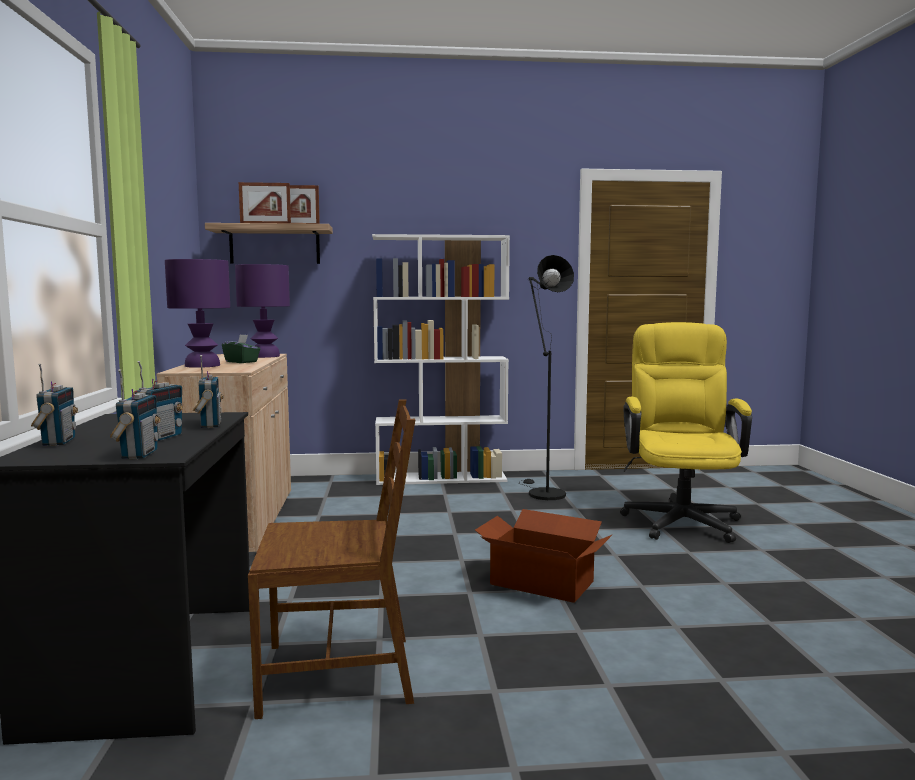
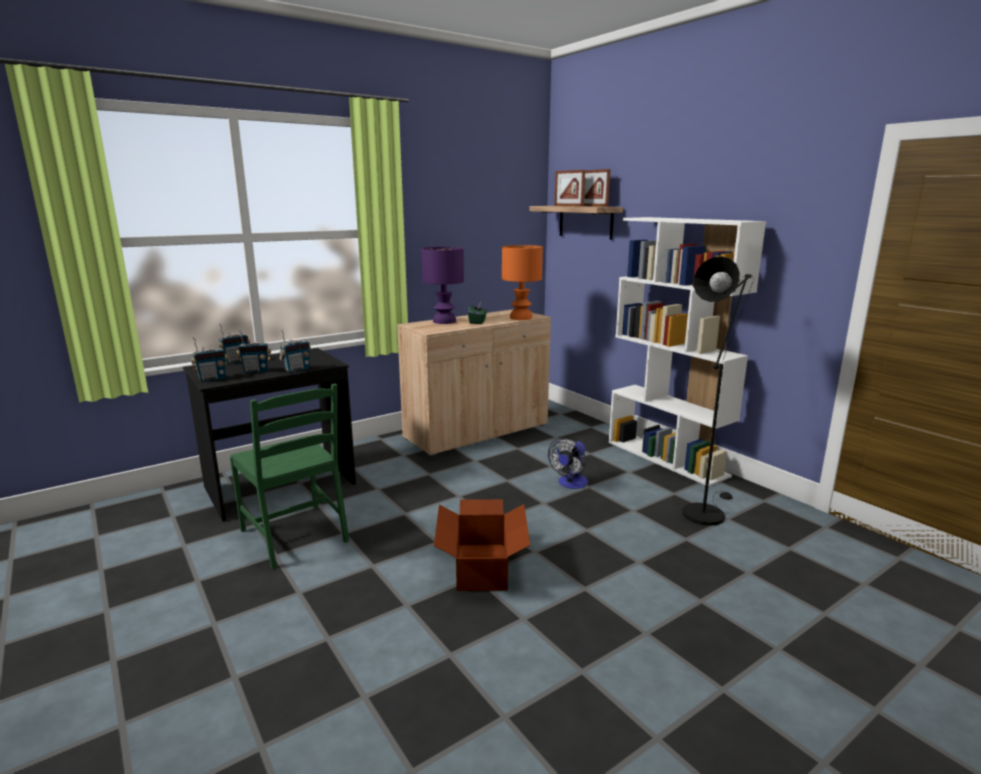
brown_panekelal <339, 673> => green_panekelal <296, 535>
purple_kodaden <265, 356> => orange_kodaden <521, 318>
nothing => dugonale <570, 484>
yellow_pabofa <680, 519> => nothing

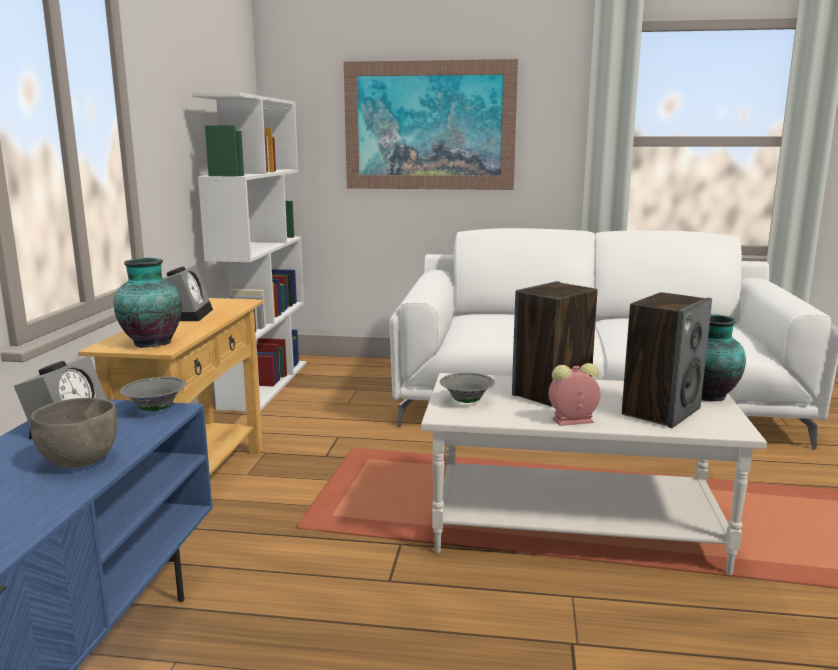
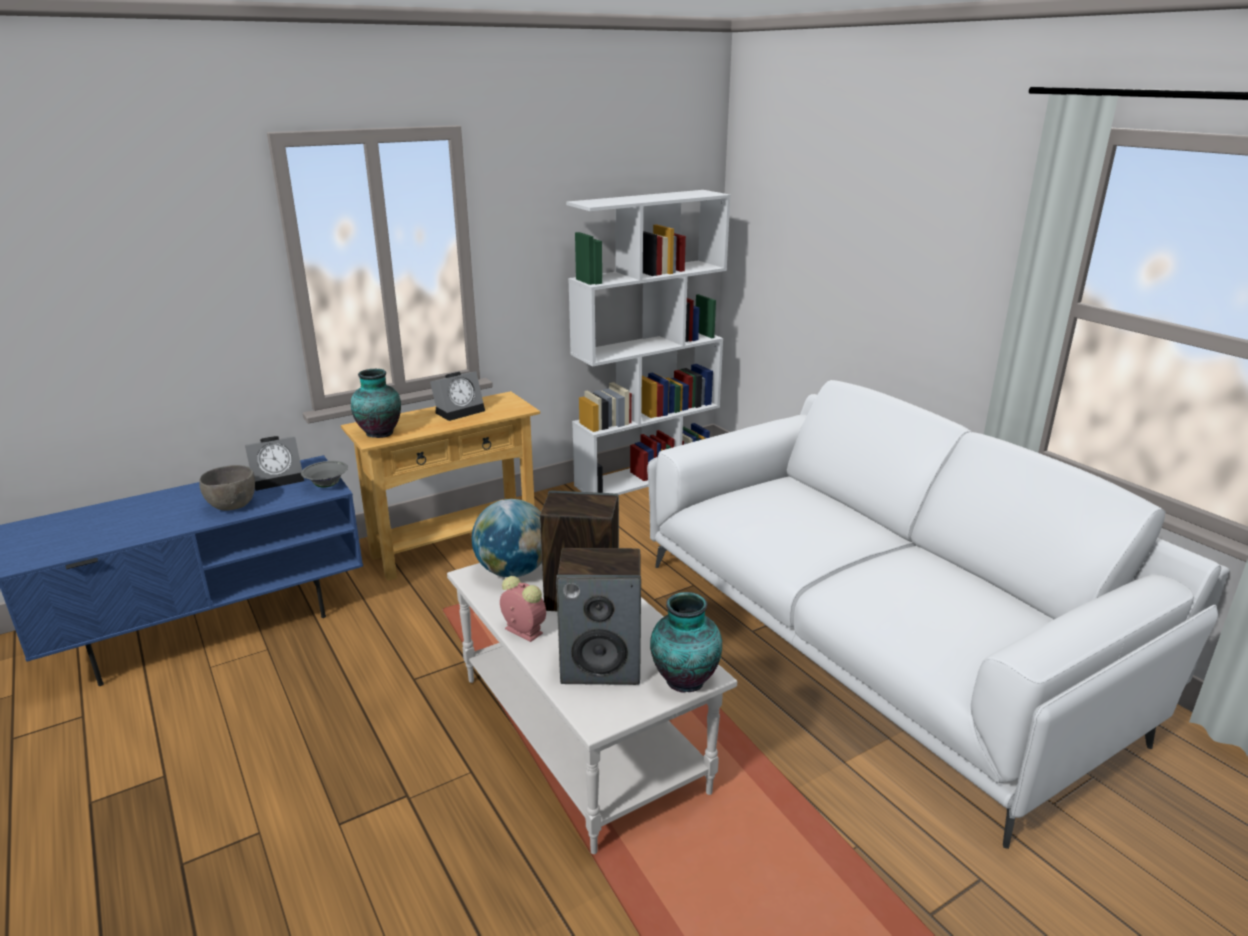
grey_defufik <467, 401> => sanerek <513, 571>
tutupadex <429, 126> => nothing

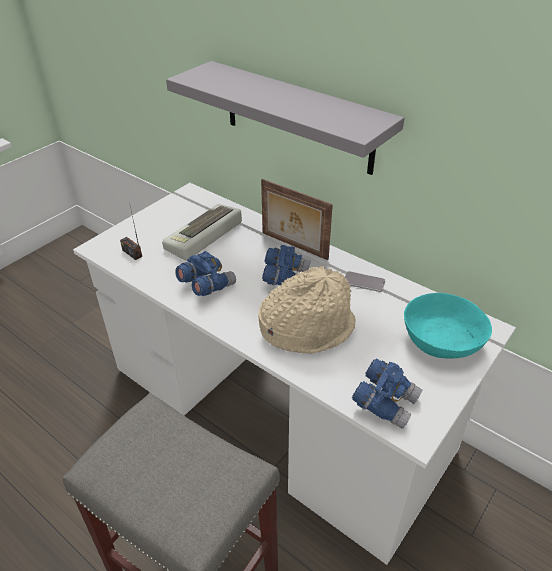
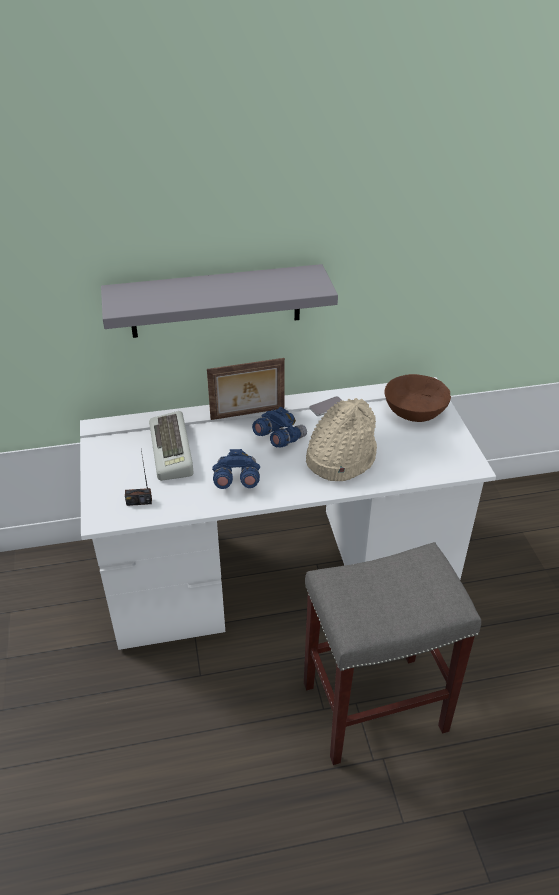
turquoise_defufik <441, 339> => brown_defufik <415, 409>
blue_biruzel <385, 402> => nothing

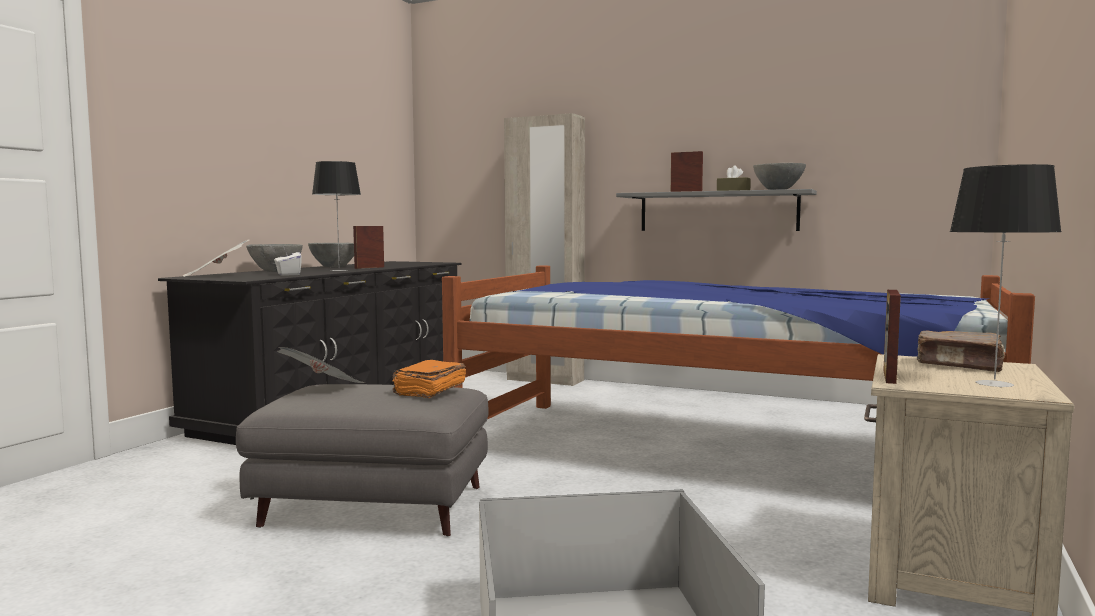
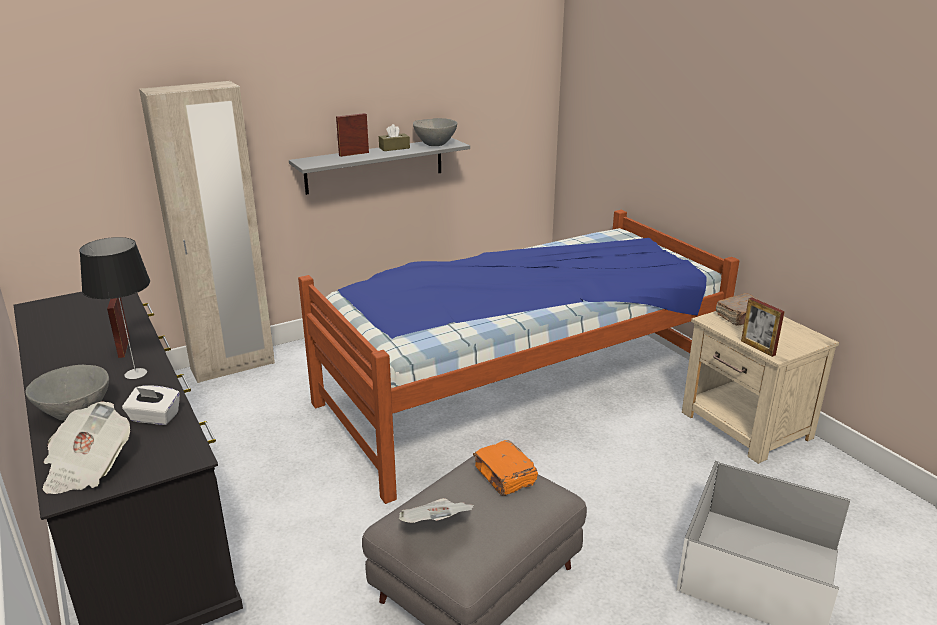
grey_defufik <334, 267> => nothing
kodaden <992, 383> => nothing

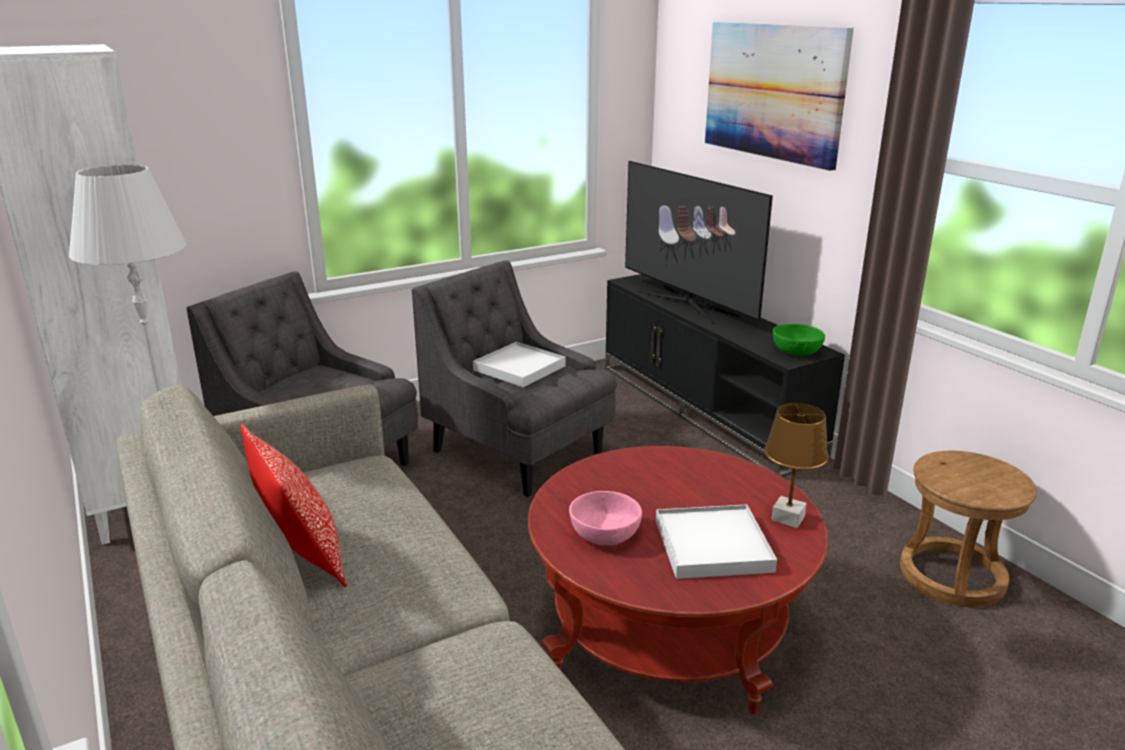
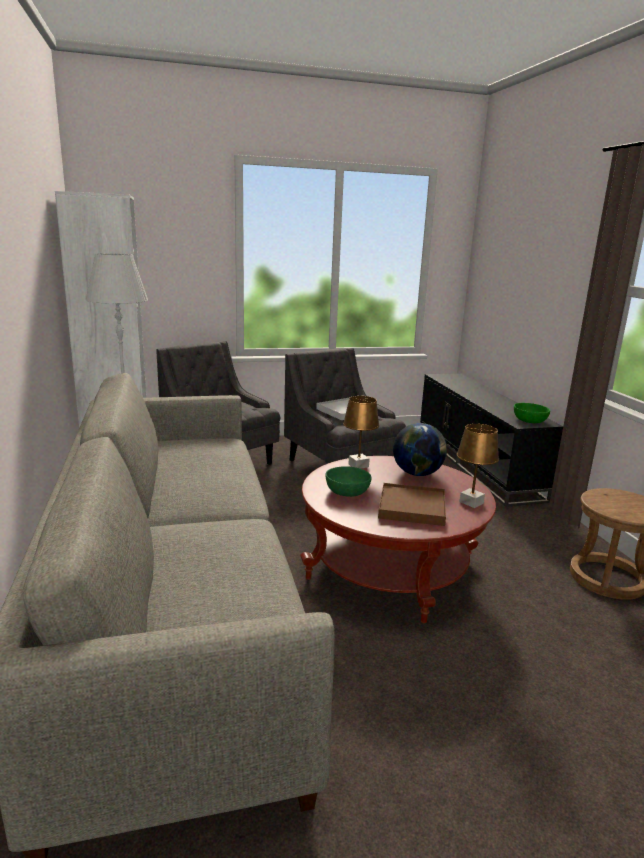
pink_defufik <604, 533> => green_defufik <347, 491>
nothing => brown_kodaden <358, 465>
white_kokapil <712, 545> => brown_kokapil <411, 507>
nothing => sanerek <417, 473>
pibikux <302, 557> => nothing
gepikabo <687, 303> => nothing
tutupadex <773, 91> => nothing

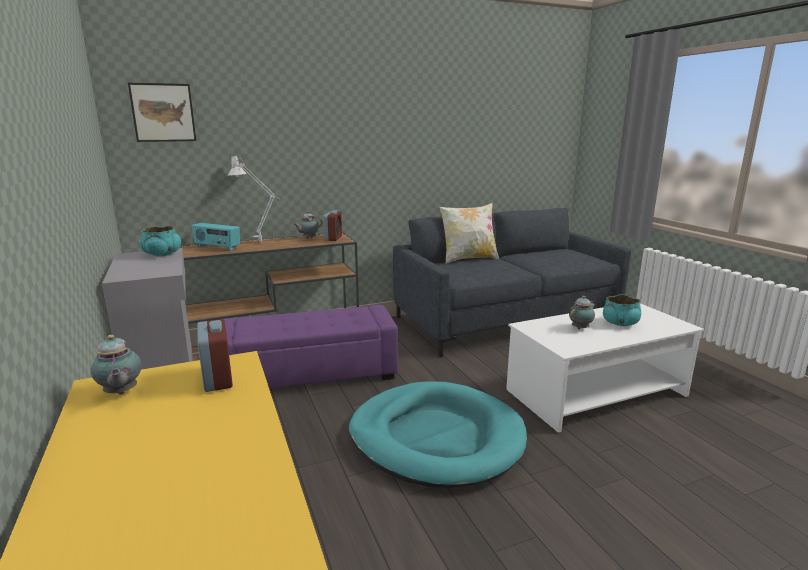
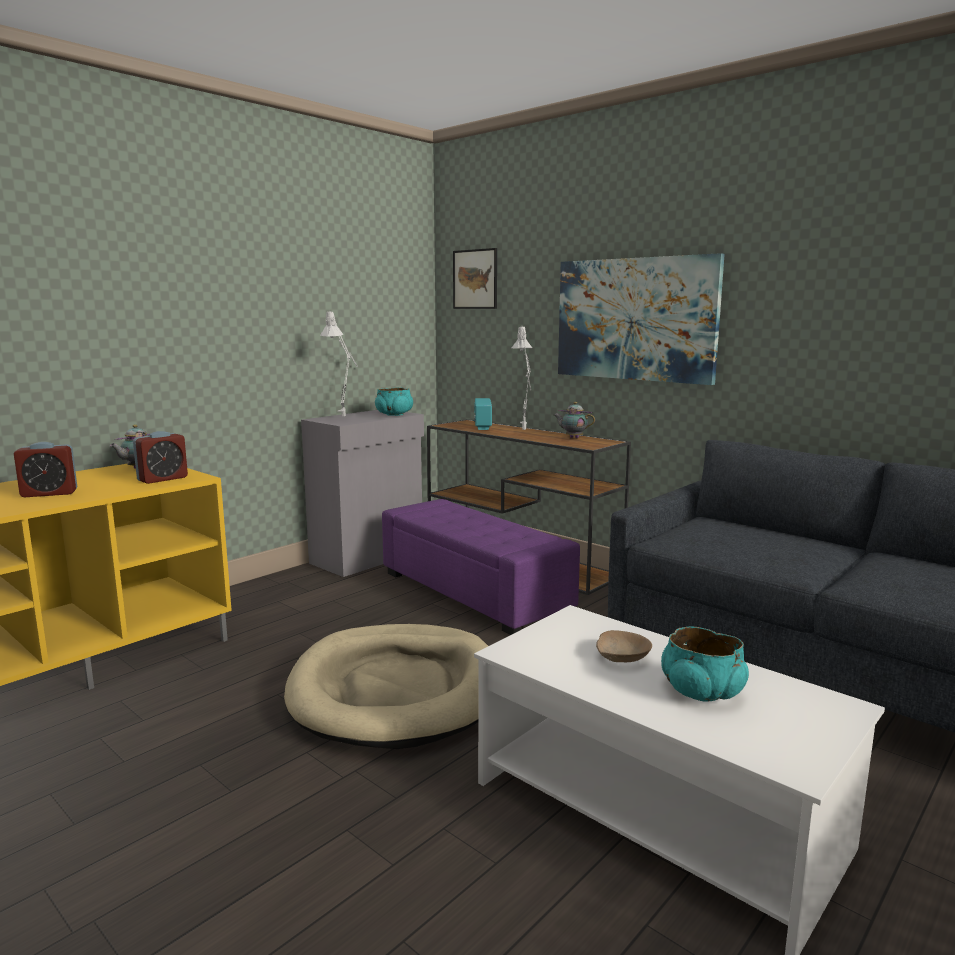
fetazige <333, 238> => fetazige <49, 493>, move
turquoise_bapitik <436, 438> => beige_bapitik <396, 690>
nothing => grey_kodaden <345, 417>
nothing => tutupadex <635, 319>
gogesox <581, 328> => beige_defufik <622, 657>
pibikux <468, 259> => nothing

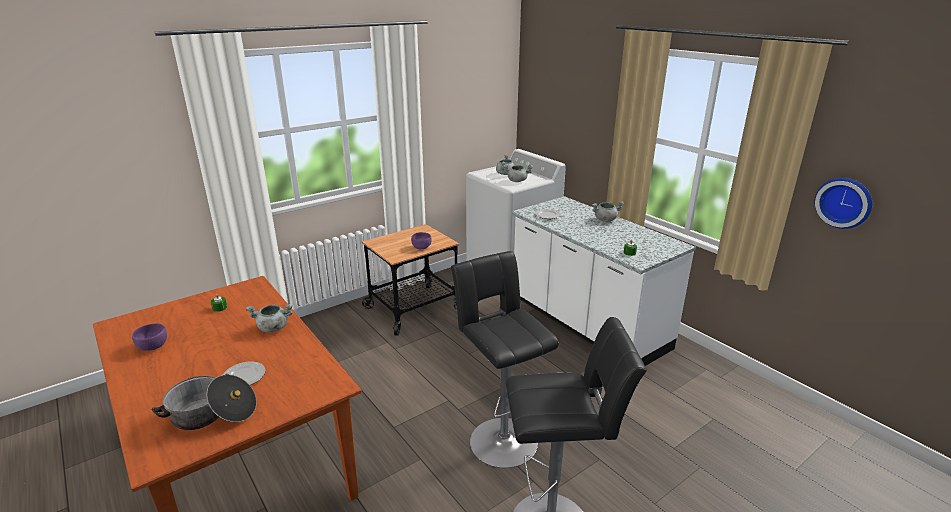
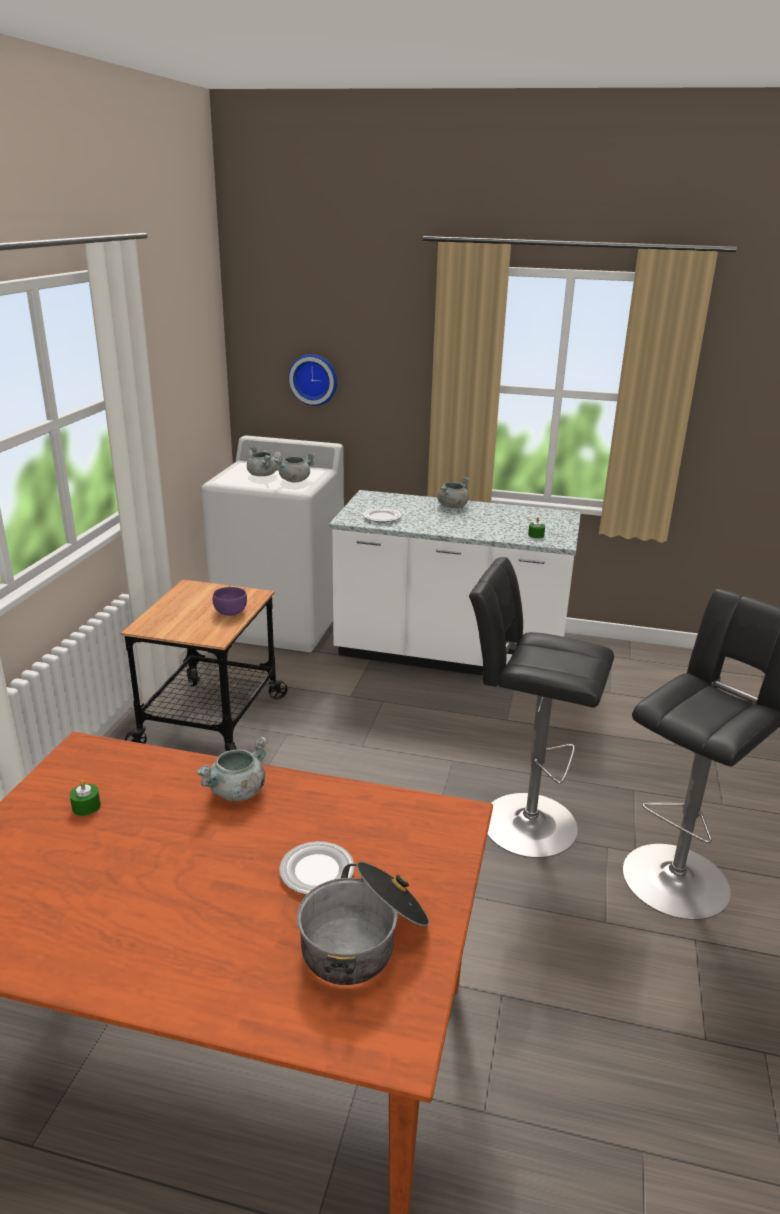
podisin <844, 202> => podisin <314, 379>, move
purple_defufik <153, 346> => nothing

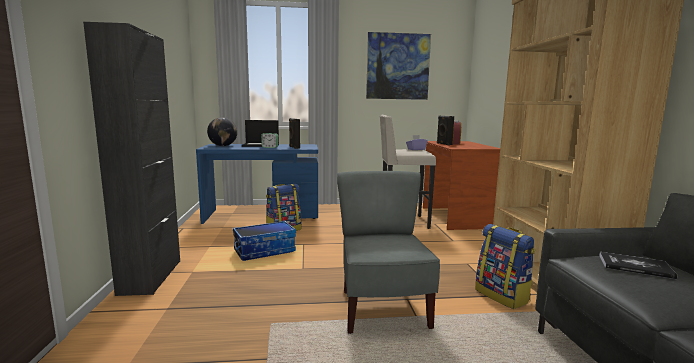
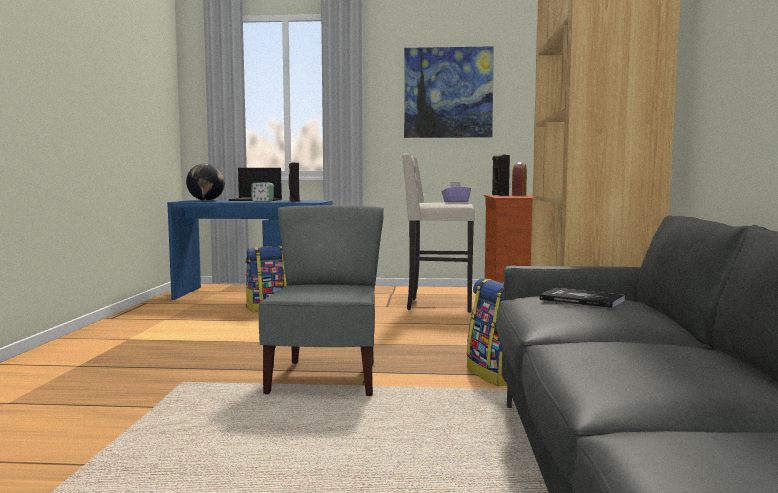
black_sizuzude <150, 277> => nothing
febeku <265, 251> => nothing

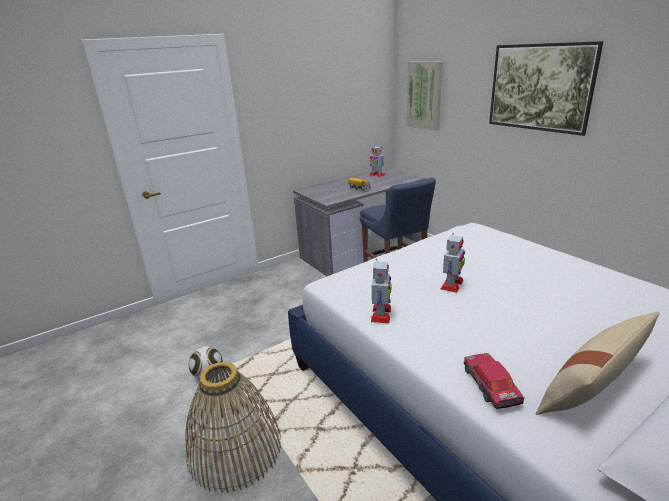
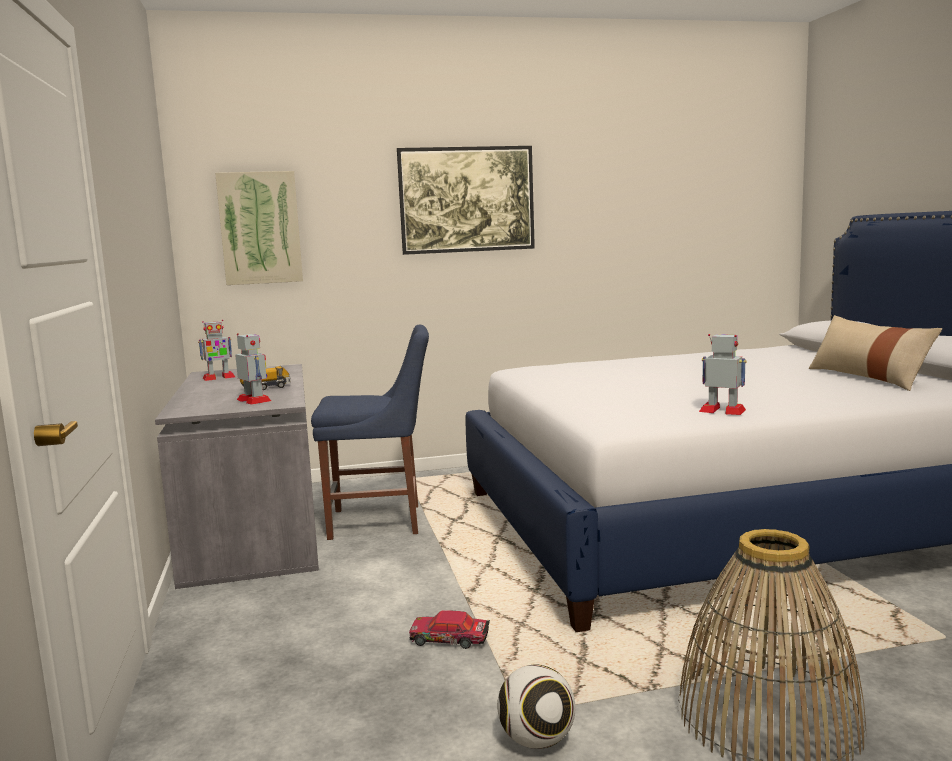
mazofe <452, 284> => mazofe <254, 400>, move
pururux <490, 386> => pururux <450, 639>, move

